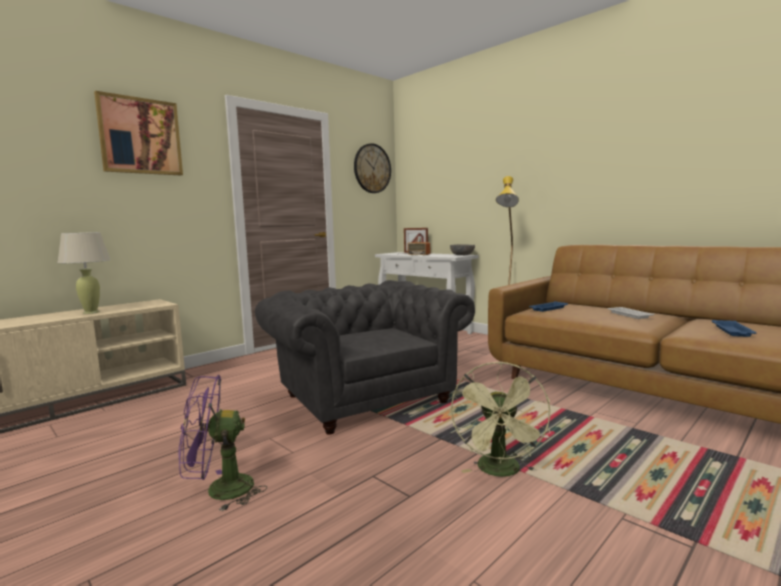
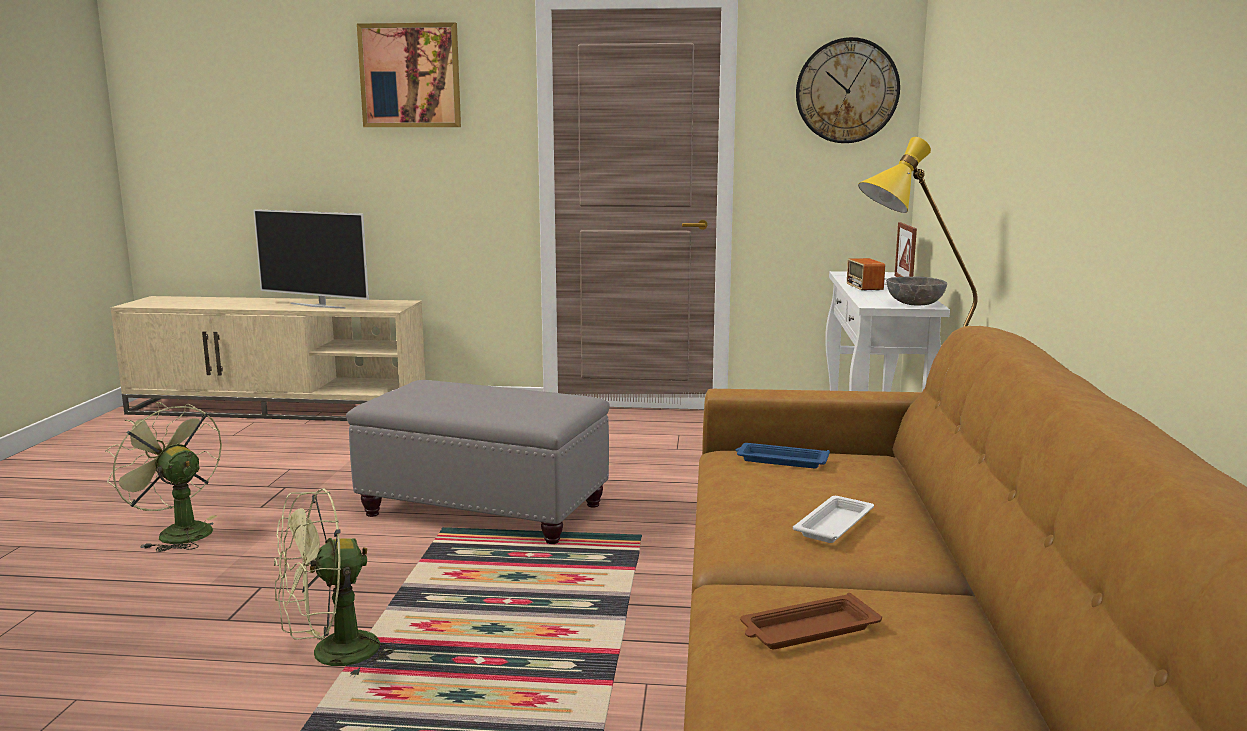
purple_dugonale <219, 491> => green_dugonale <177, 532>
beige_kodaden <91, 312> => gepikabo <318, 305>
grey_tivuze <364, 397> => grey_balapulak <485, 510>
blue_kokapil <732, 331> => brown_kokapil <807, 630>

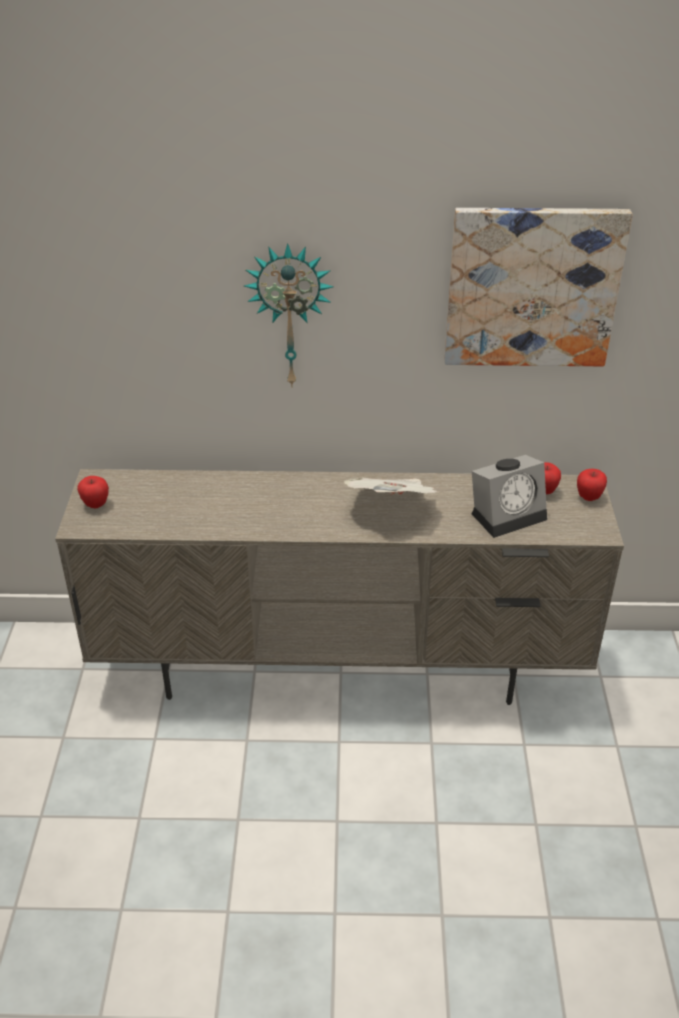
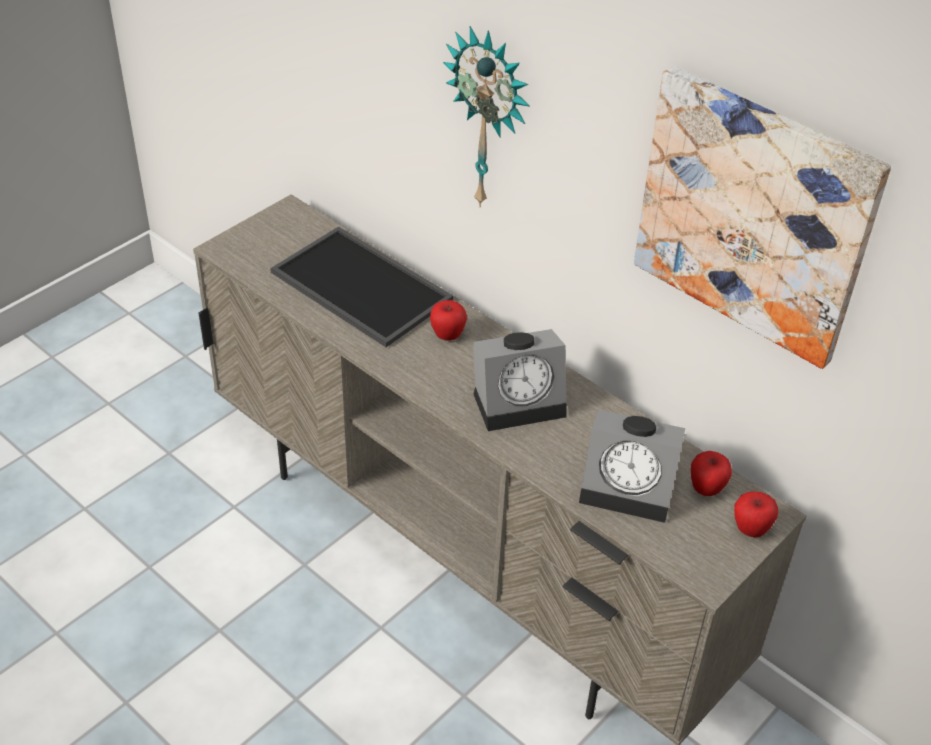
nothing => kokapil <357, 286>
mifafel <96, 504> => mifafel <448, 335>, move
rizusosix <392, 505> => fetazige <520, 401>

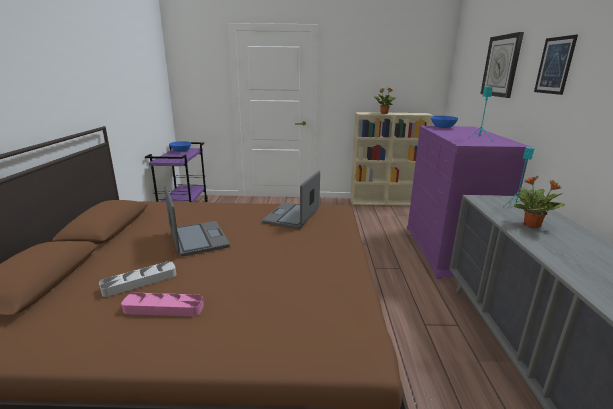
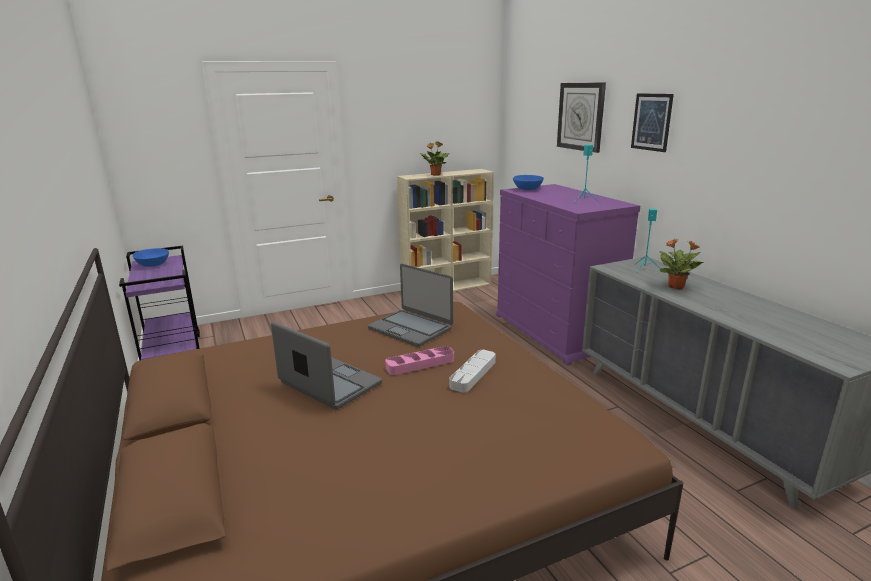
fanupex <292, 216> => fanupex <411, 328>, 45 degrees counterclockwise
pink_kokapil <164, 308> => pink_kokapil <420, 364>, move
grey_kokapil <140, 281> => grey_kokapil <473, 374>, move

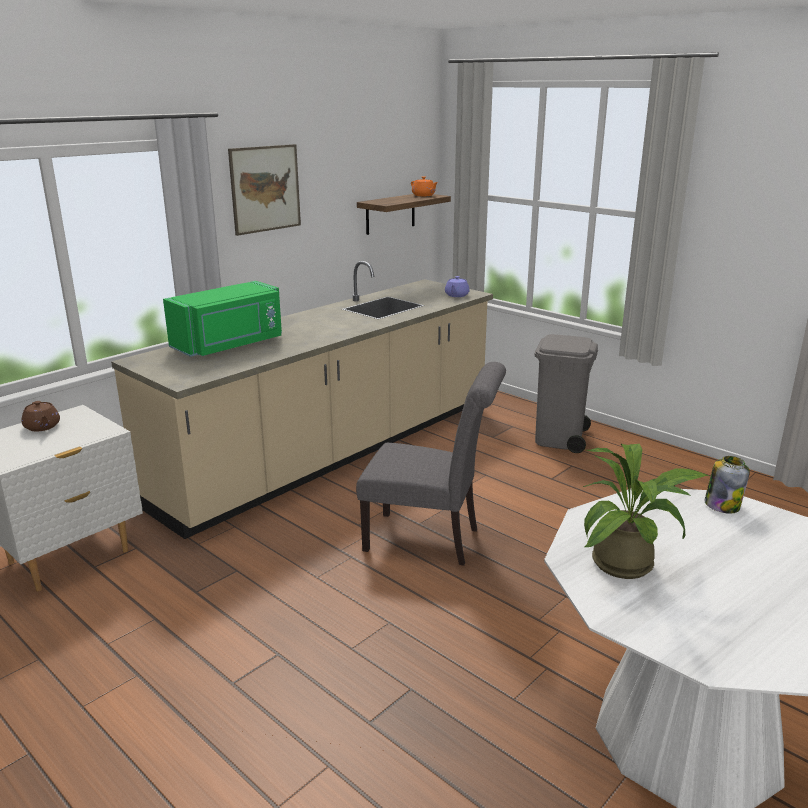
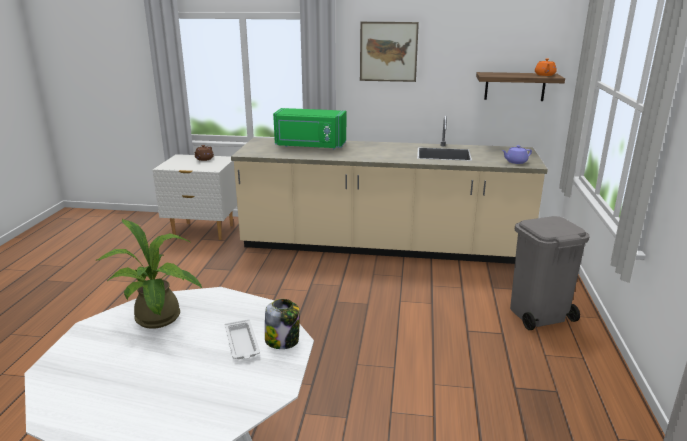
nothing => white_kokapil <242, 343>
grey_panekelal <429, 540> => nothing

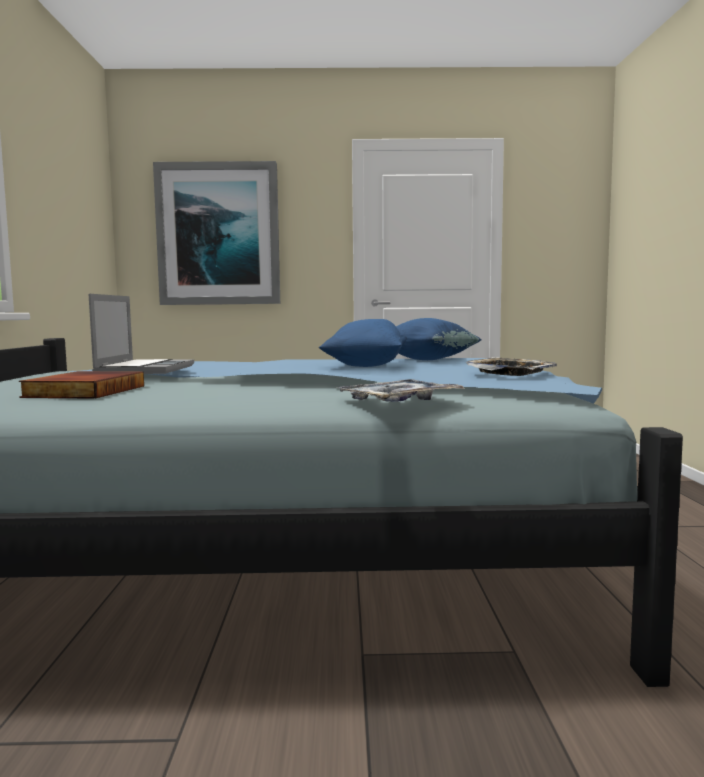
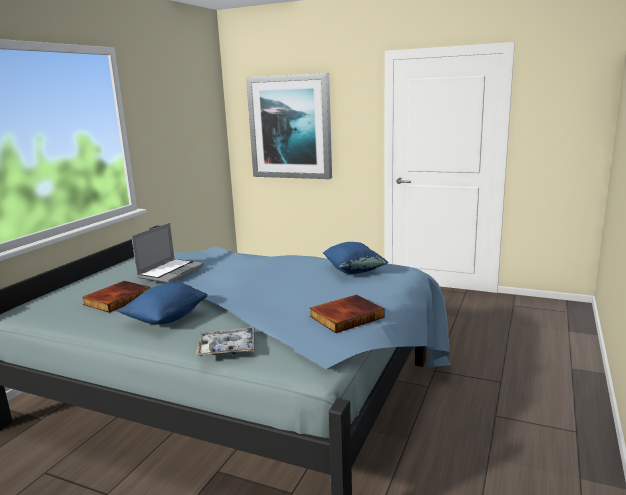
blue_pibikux <365, 366> => blue_pibikux <166, 318>, move
kokapil <510, 373> => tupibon <346, 316>

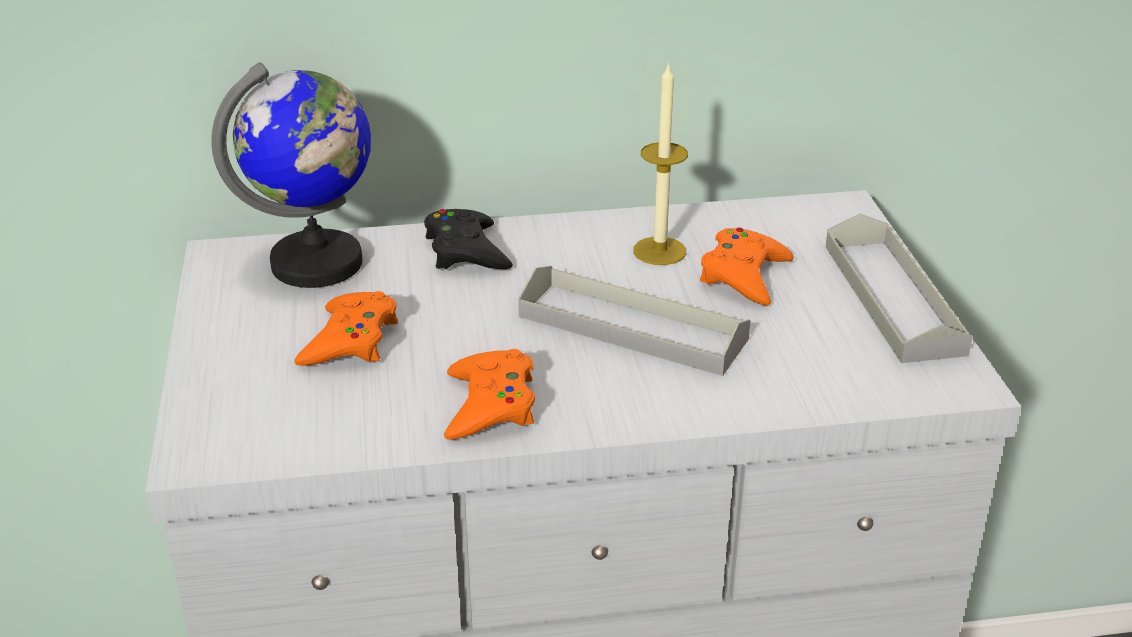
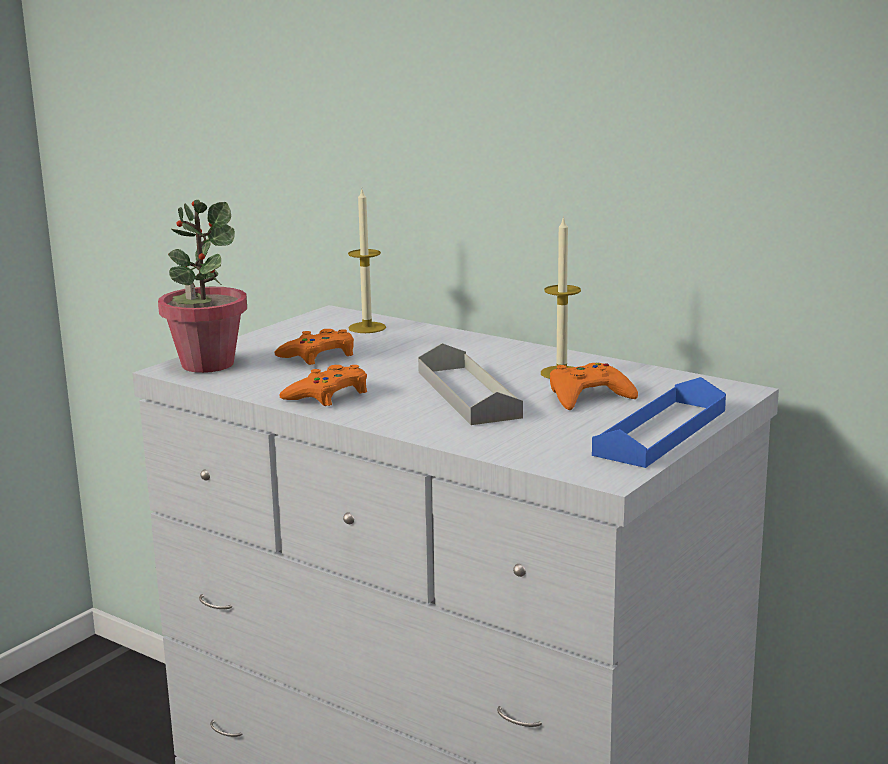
nothing => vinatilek <207, 364>
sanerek <318, 264> => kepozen <367, 327>
grey_kokapil <892, 298> => blue_kokapil <661, 432>
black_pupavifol <466, 250> => nothing

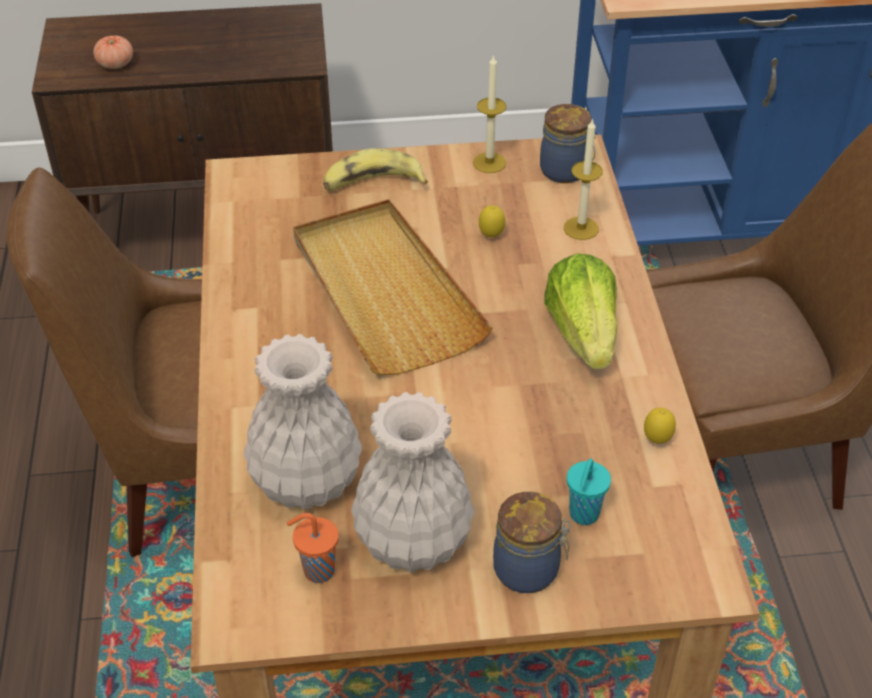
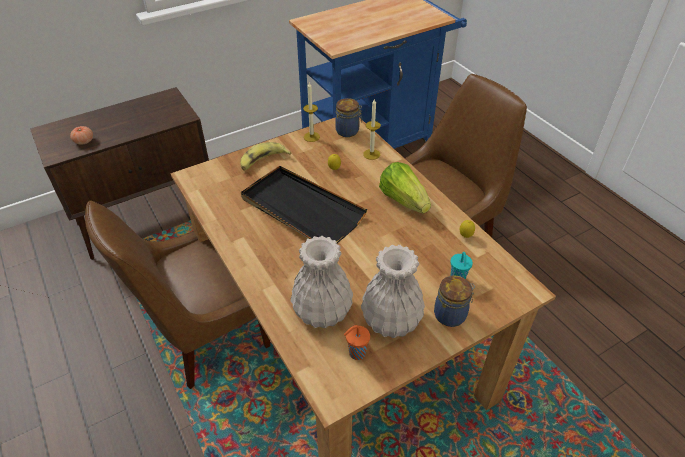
beige_kokapil <384, 291> => black_kokapil <301, 209>

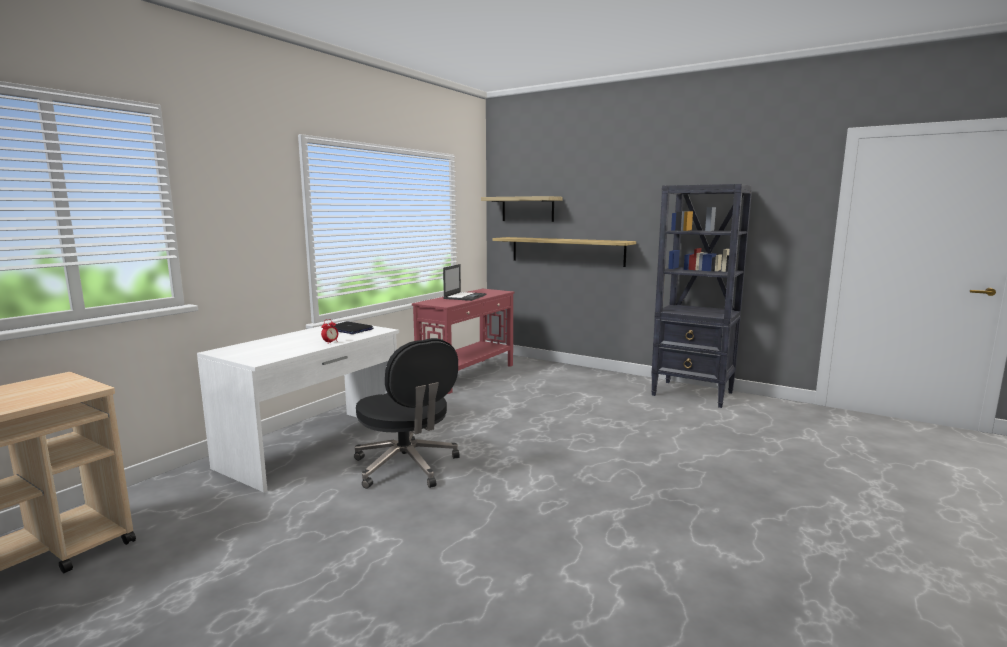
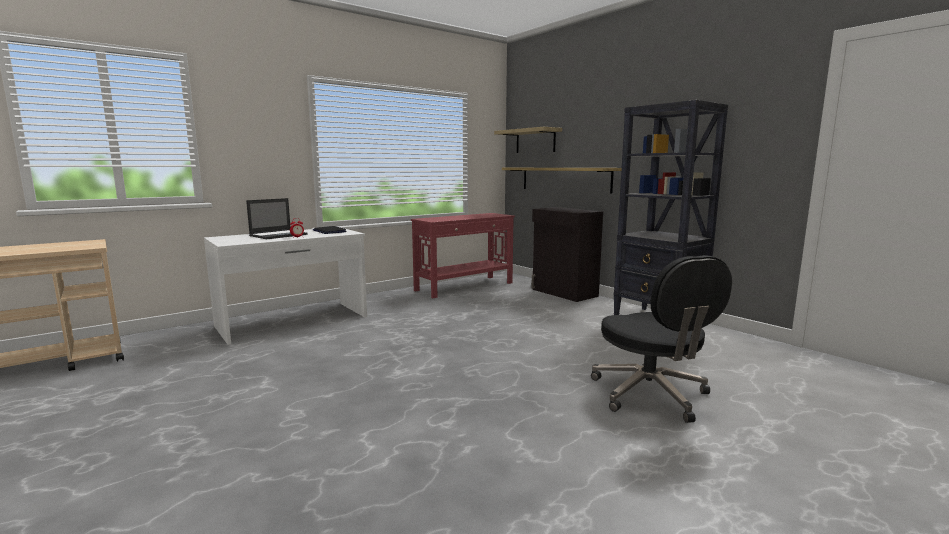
fanupex <465, 296> => fanupex <279, 235>, move
nothing => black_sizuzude <564, 293>
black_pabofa <407, 466> => black_pabofa <651, 395>, move

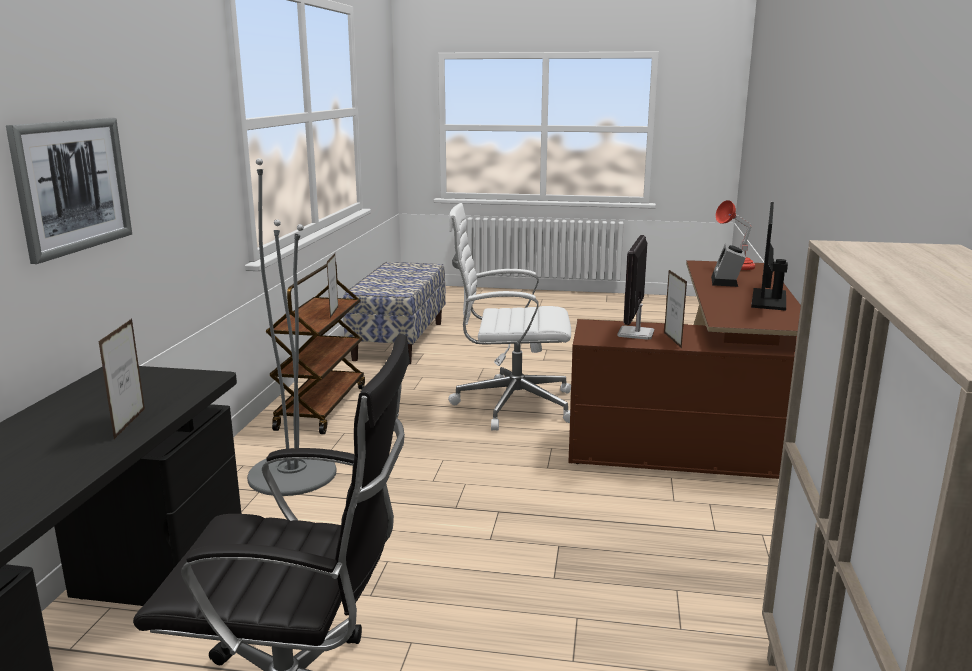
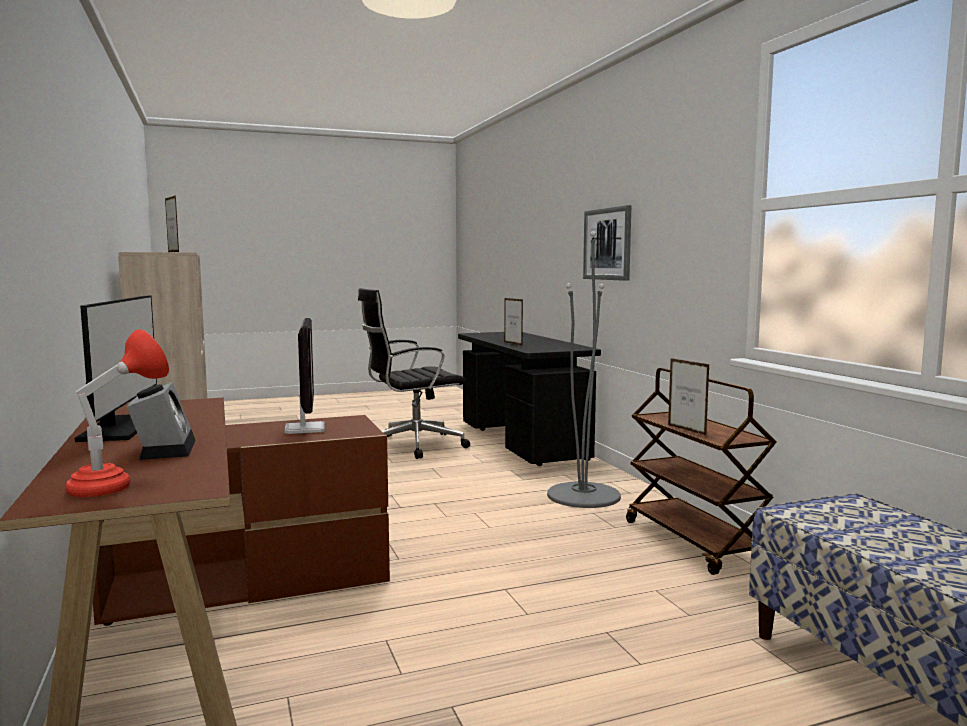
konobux <672, 340> => konobux <173, 252>, move
white_pabofa <511, 405> => nothing

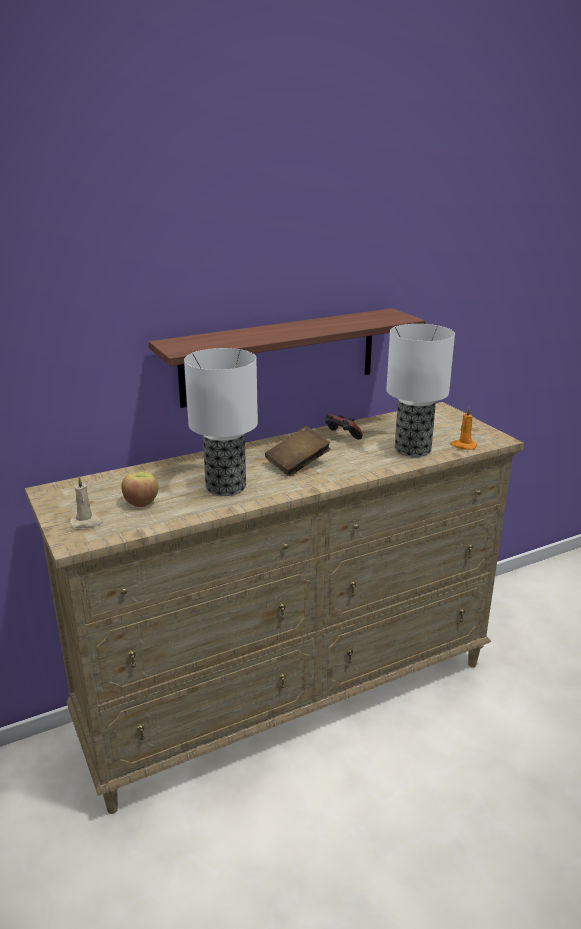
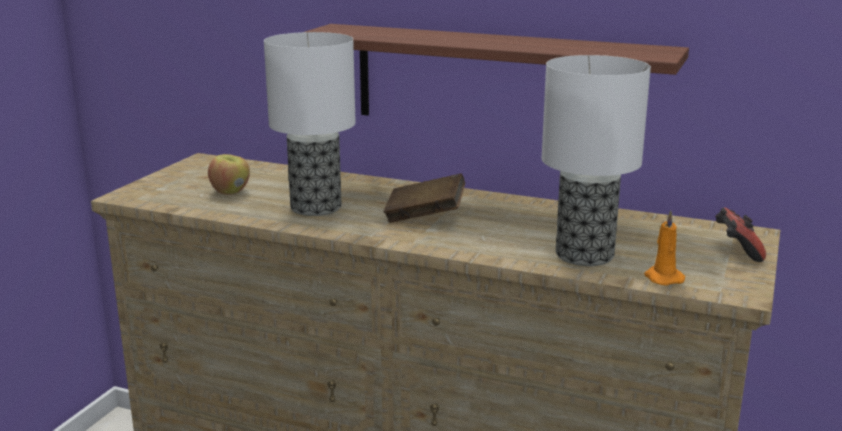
pupavifol <341, 437> => pupavifol <736, 251>, move
beige_kepozen <87, 523> => nothing

